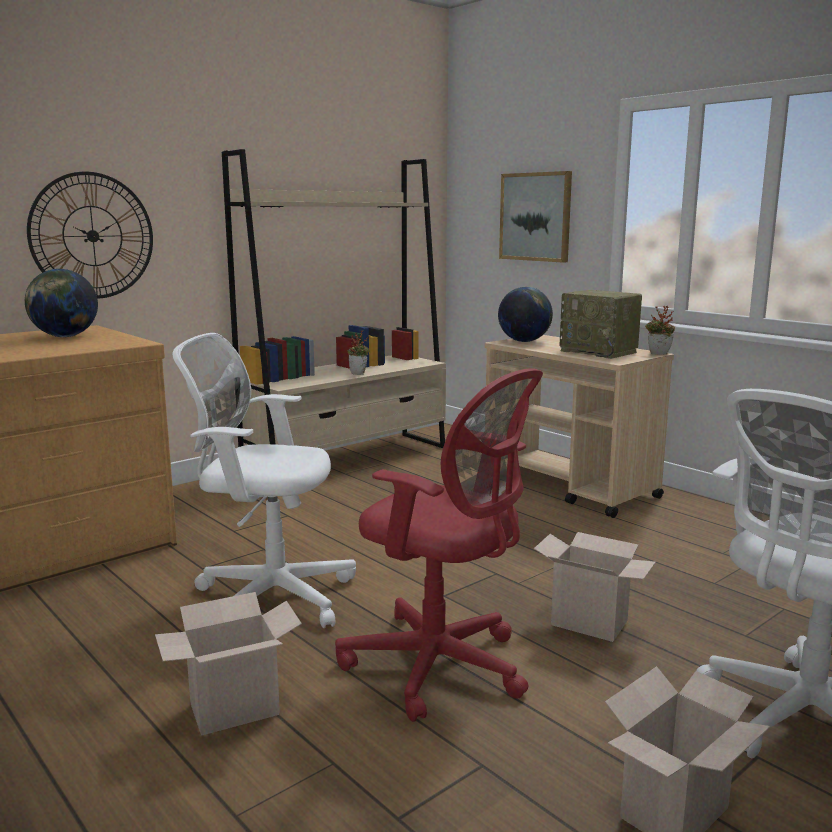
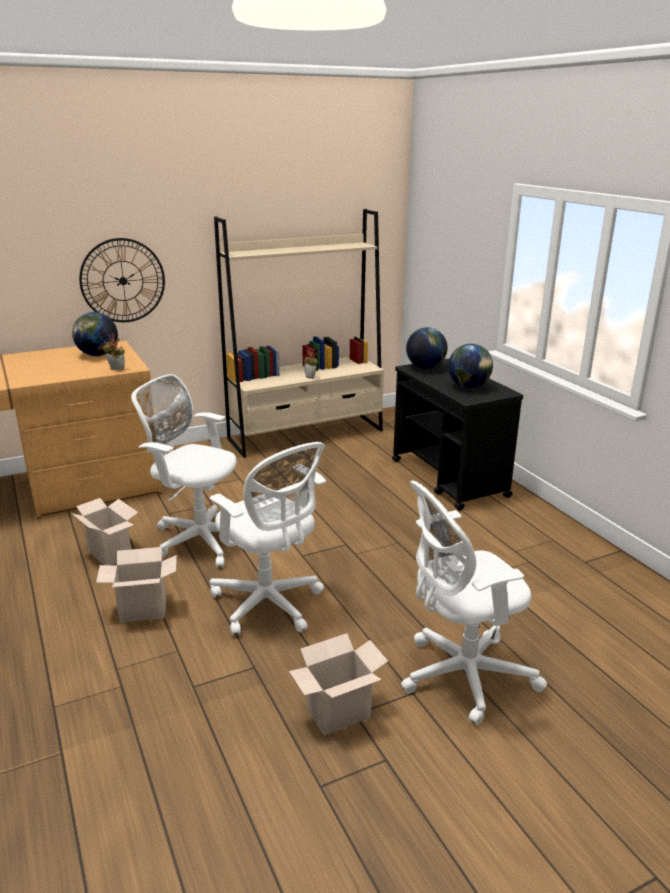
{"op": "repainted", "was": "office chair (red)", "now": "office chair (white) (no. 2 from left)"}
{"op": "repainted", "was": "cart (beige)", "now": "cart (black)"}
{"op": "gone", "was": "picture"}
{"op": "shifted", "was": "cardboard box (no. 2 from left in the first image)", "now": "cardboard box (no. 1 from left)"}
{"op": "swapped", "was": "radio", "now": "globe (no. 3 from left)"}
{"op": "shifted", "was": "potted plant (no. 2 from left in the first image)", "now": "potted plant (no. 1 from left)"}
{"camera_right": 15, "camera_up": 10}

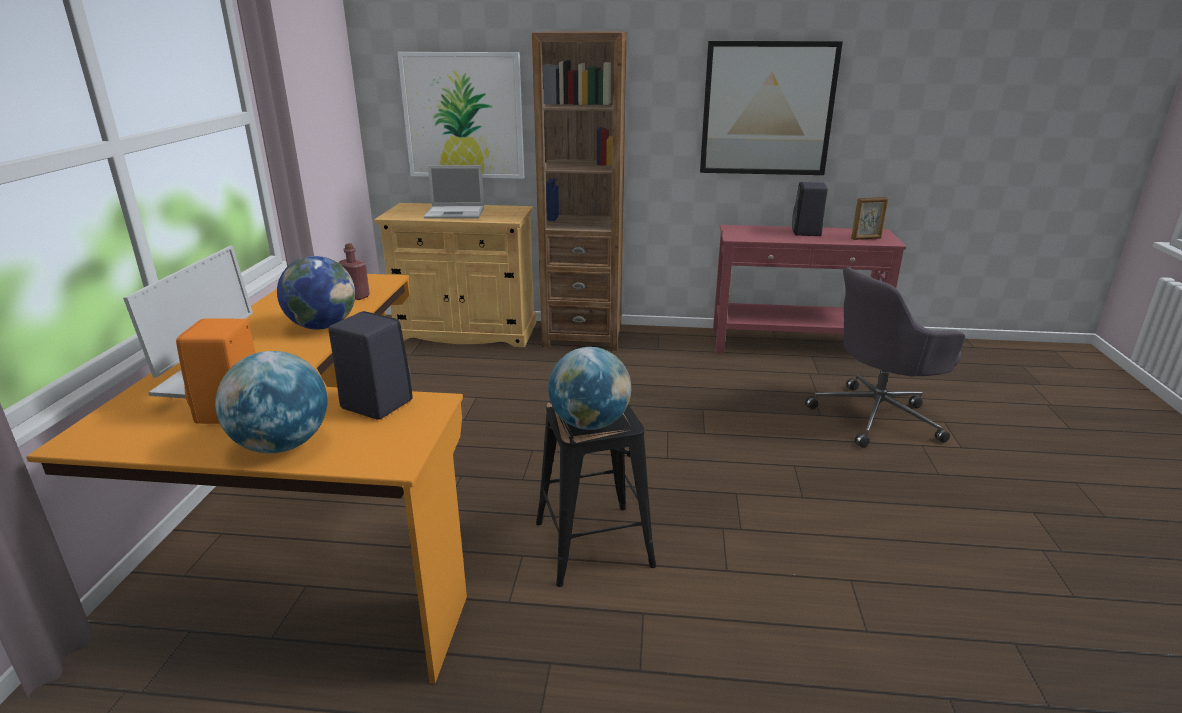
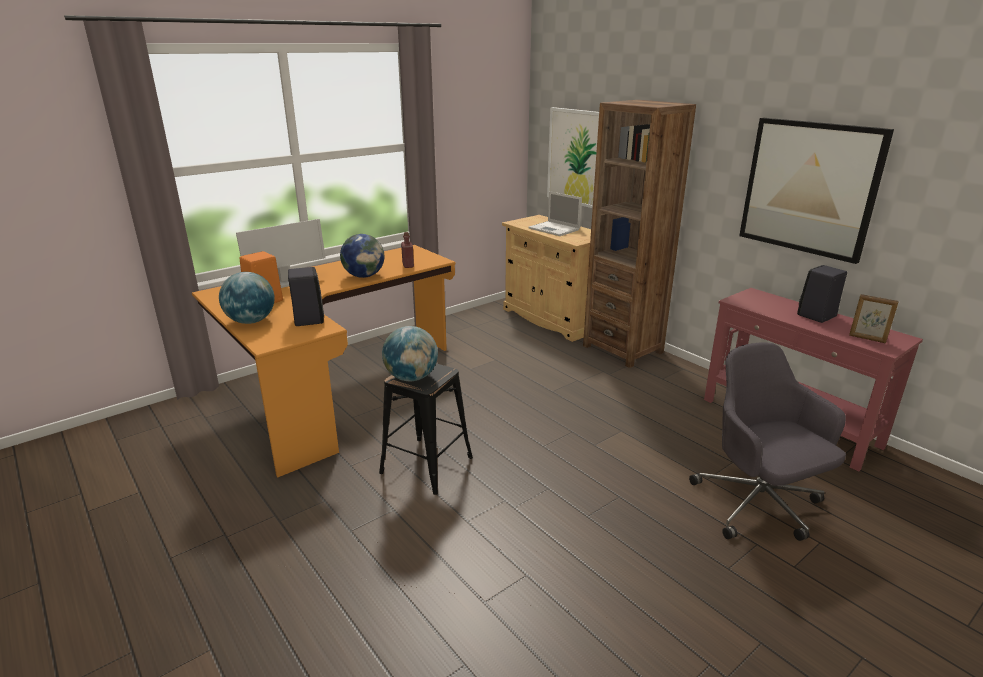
{"op": "rotated", "was": "office chair (grey)", "clockwise": 45}
{"camera_right": 45, "camera_up": 0}

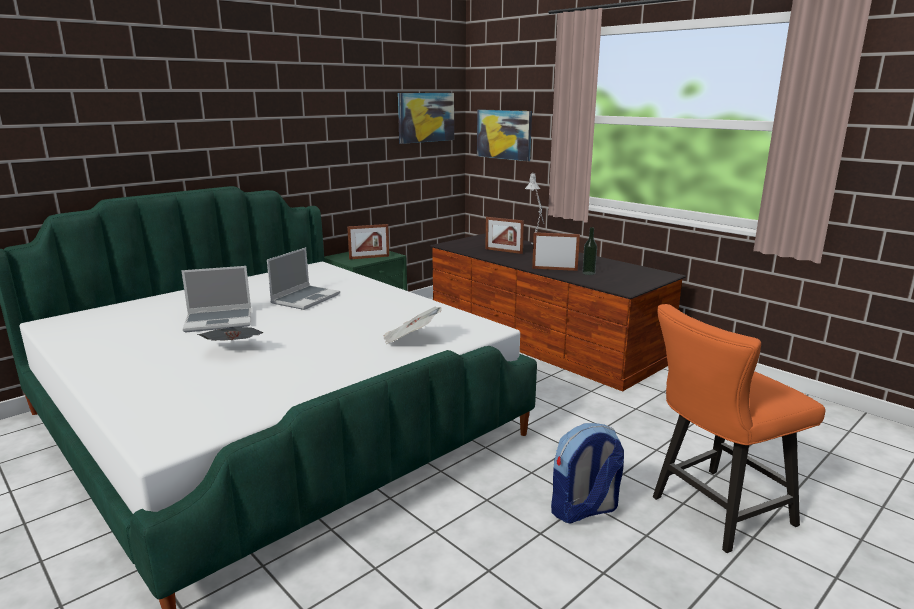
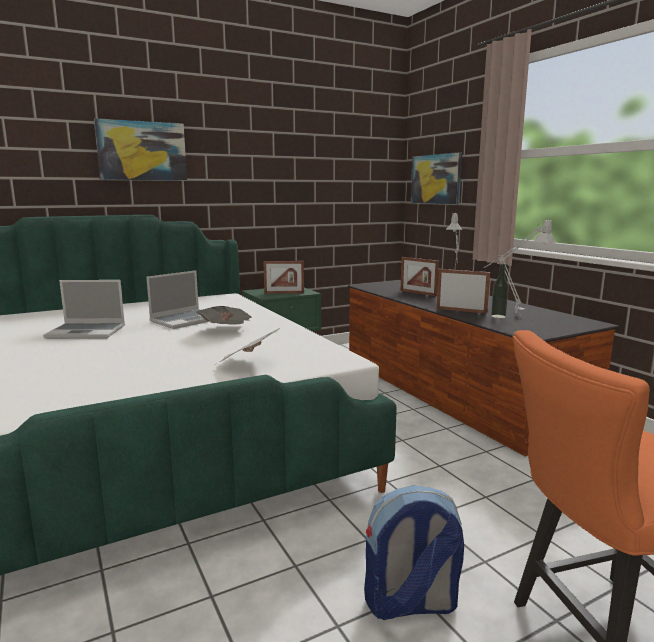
{"op": "shifted", "was": "newspaper (no. 1 from left)"}
{"op": "shifted", "was": "picture (no. 1 from left)"}
{"op": "new", "now": "table lamp (grey) (no. 2 from left)"}
{"camera_right": 15, "camera_up": -5}

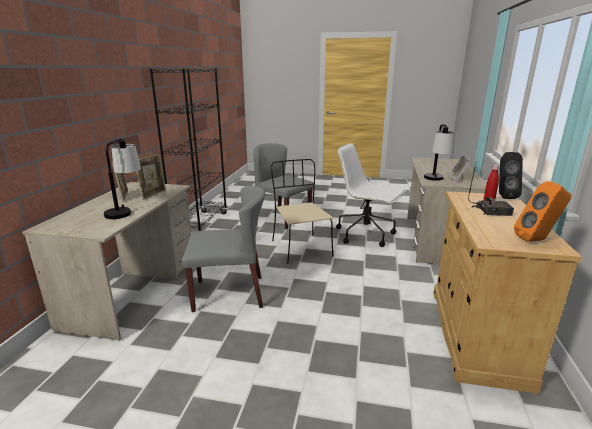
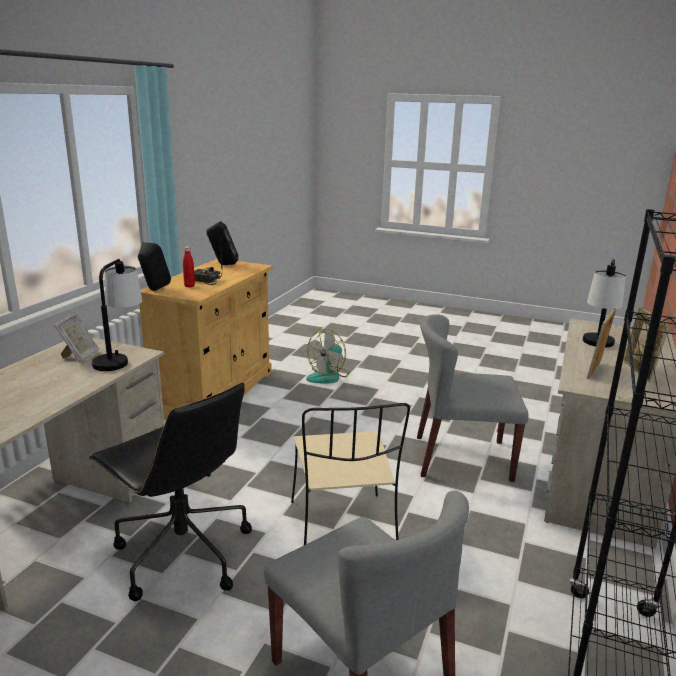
{"op": "repainted", "was": "office chair (white)", "now": "office chair (black)"}
{"op": "repainted", "was": "speaker (orange)", "now": "speaker (black) (no. 2 from left)"}
{"op": "new", "now": "fan"}
{"camera_right": -170, "camera_up": 0}

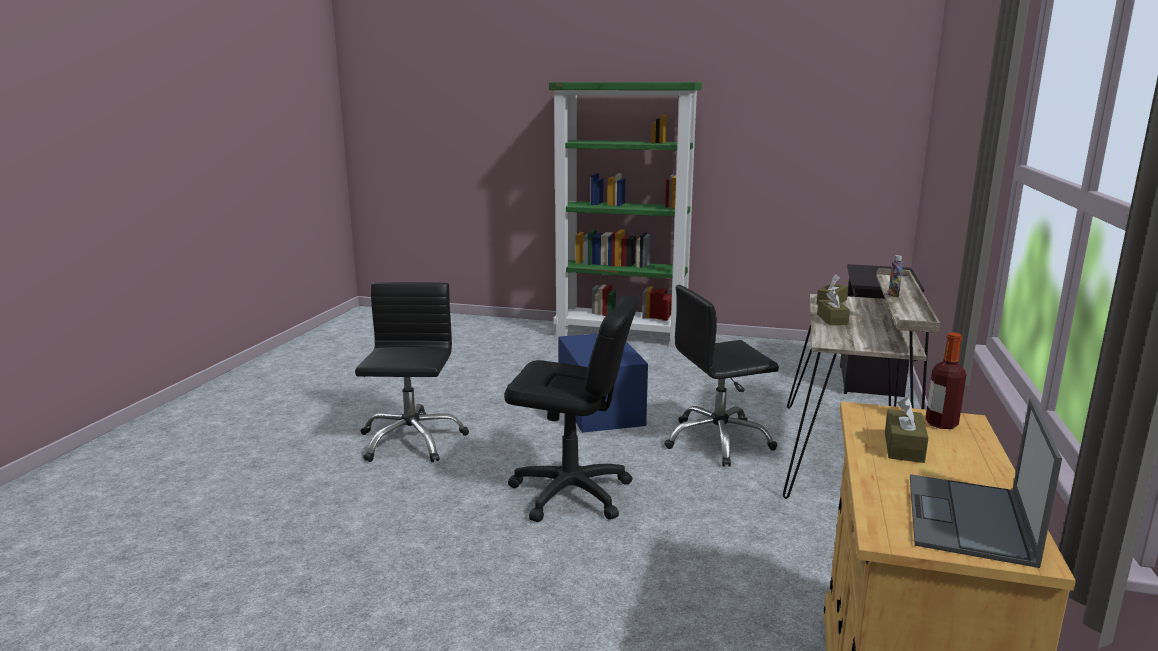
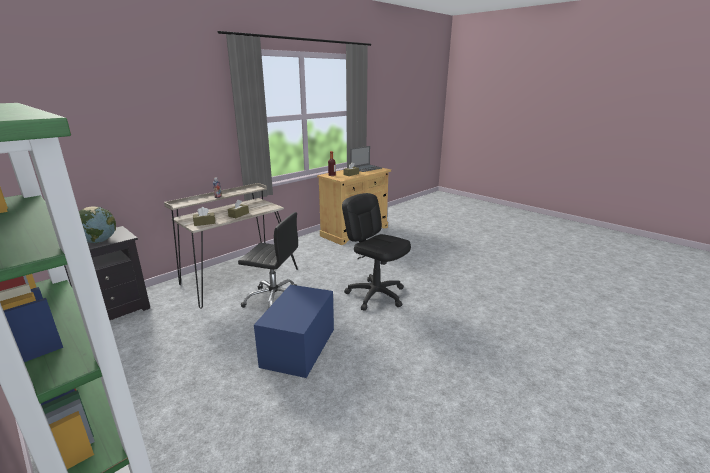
{"op": "gone", "was": "office chair (black) (no. 1 from left)"}
{"op": "new", "now": "globe"}
{"camera_right": -150, "camera_up": 5}

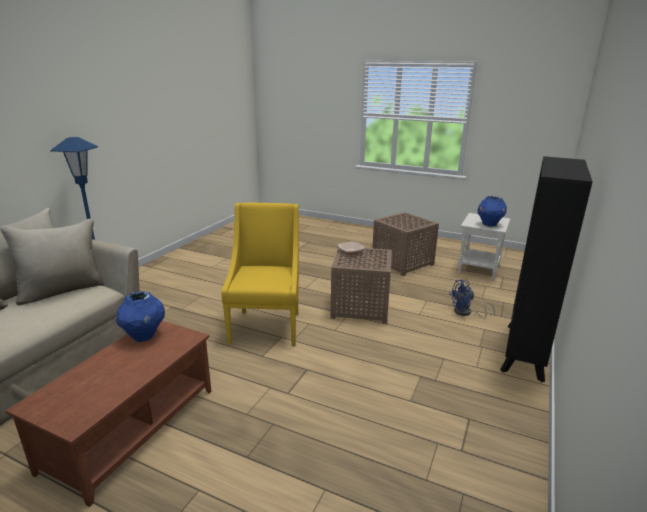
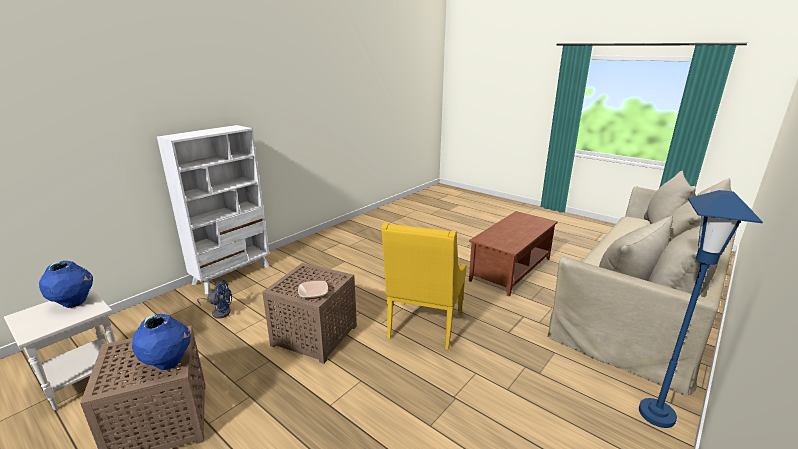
{"op": "shifted", "was": "vase (blue) (no. 1 from left in the first image)", "now": "vase (blue) (no. 2 from left)"}
{"op": "repainted", "was": "bookcase (black)", "now": "bookcase (white)"}
{"camera_right": -165, "camera_up": 0}

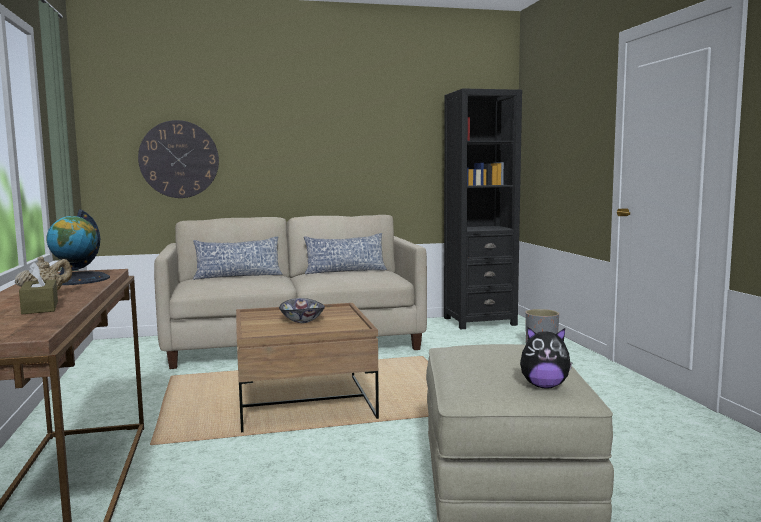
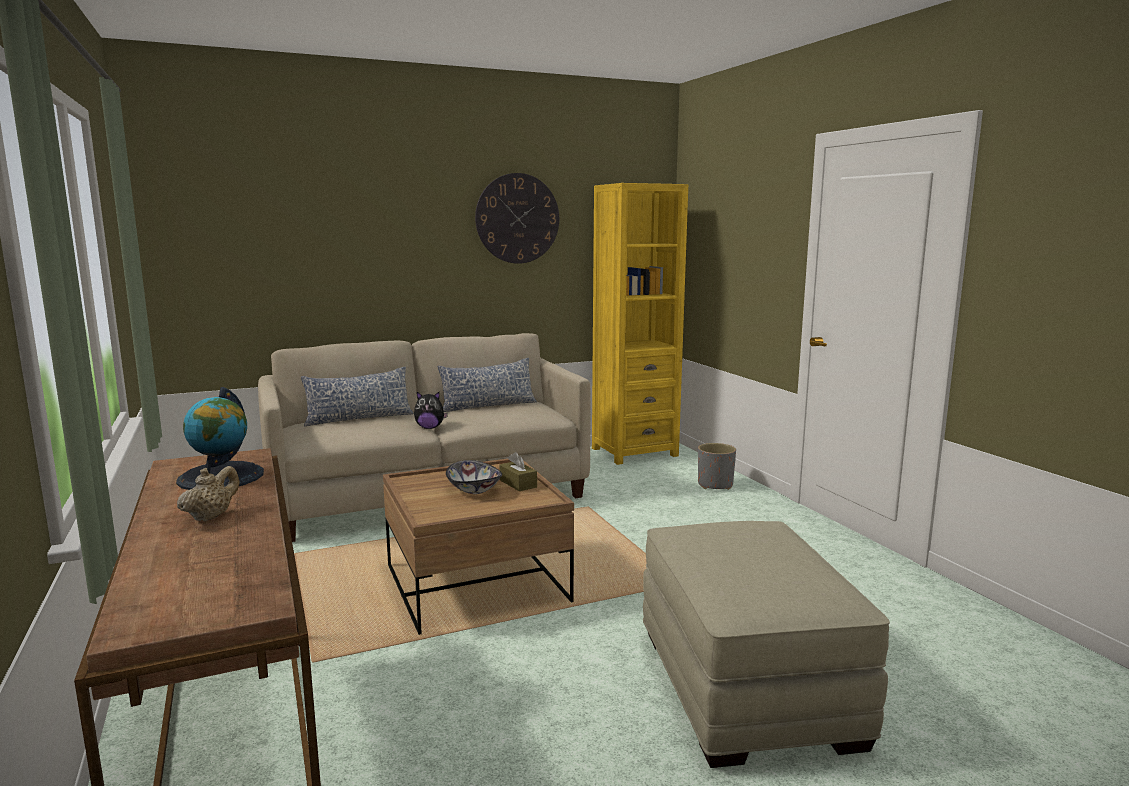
{"op": "shifted", "was": "tissue box (brown)"}
{"op": "shifted", "was": "wall clock"}
{"op": "repainted", "was": "bookcase (black)", "now": "bookcase (yellow)"}
{"op": "shifted", "was": "plush toy"}
{"camera_right": -10, "camera_up": 5}

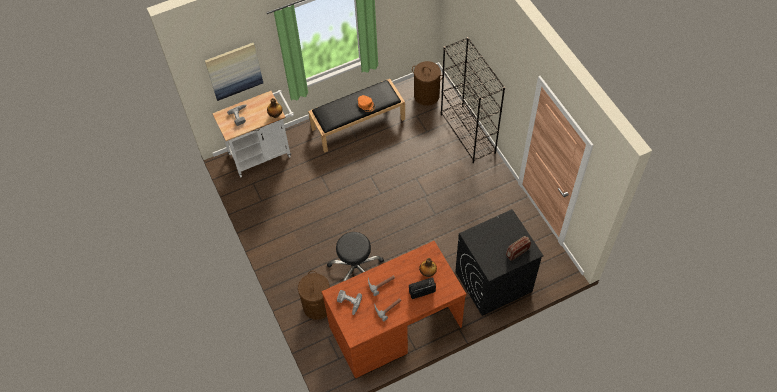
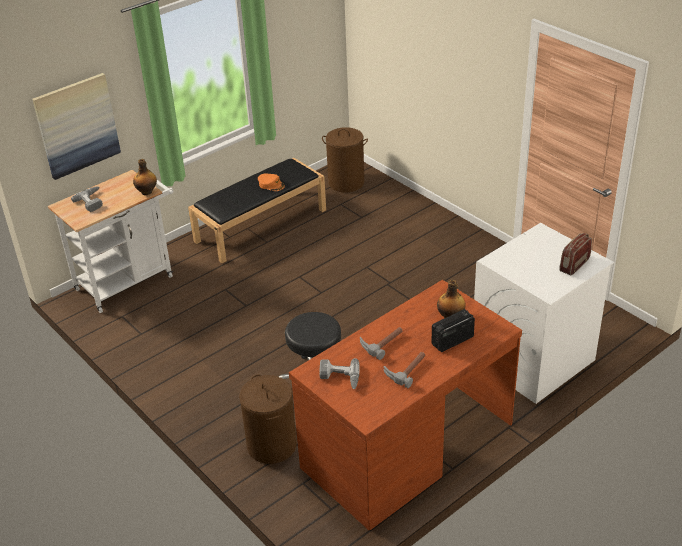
{"op": "gone", "was": "bookcase (black)"}
{"op": "repainted", "was": "washing machine (black)", "now": "washing machine (white)"}
{"camera_right": -15, "camera_up": -20}

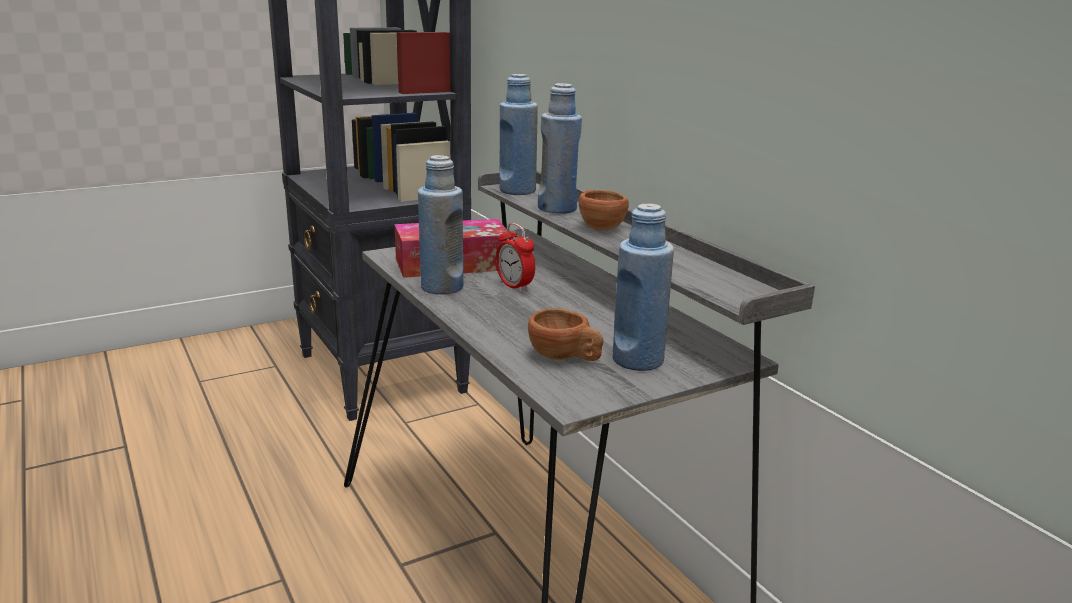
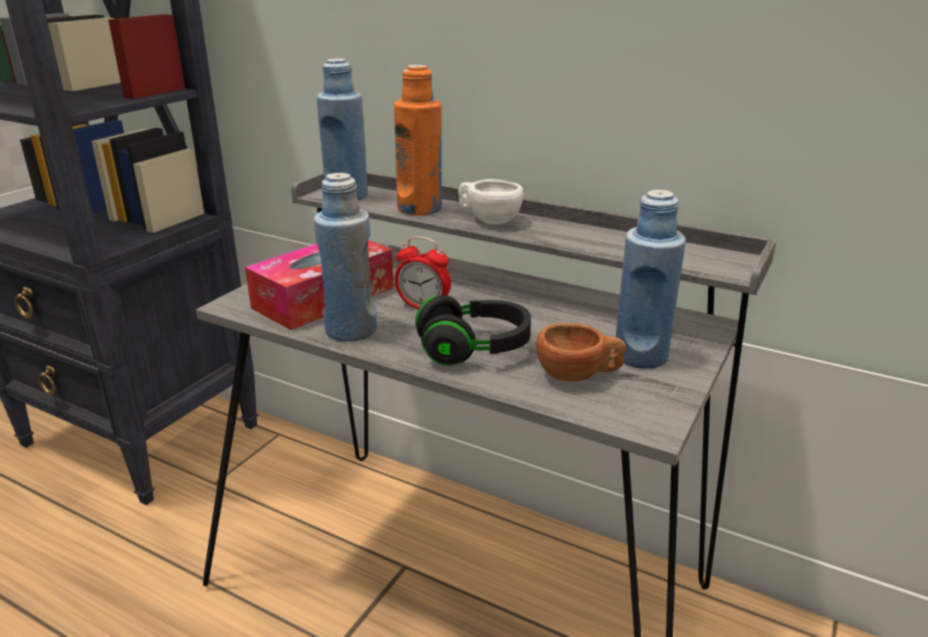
{"op": "repainted", "was": "bottle (blue) (no. 3 from left)", "now": "bottle (orange)"}
{"op": "repainted", "was": "cup (brown) (no. 2 from left)", "now": "cup (white)"}
{"op": "new", "now": "headphones (black)"}
{"camera_right": -30, "camera_up": 5}

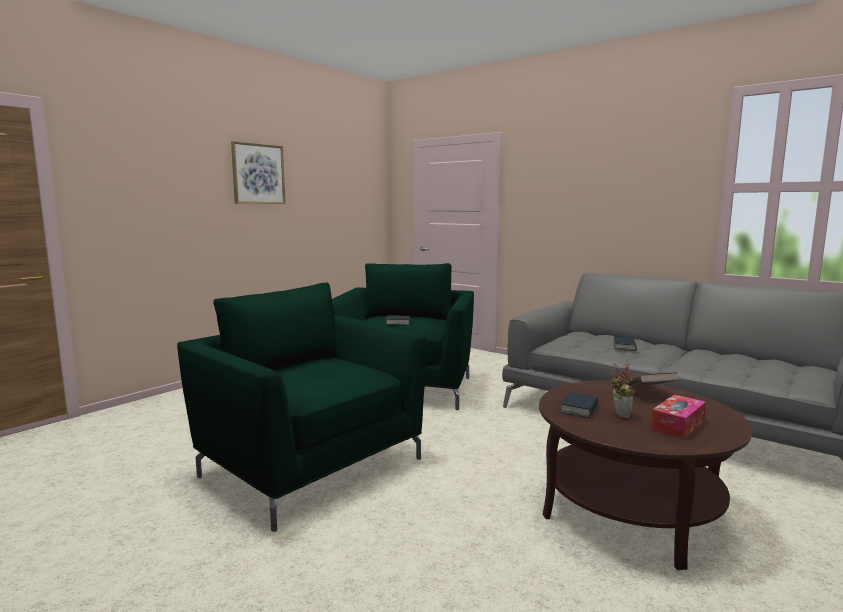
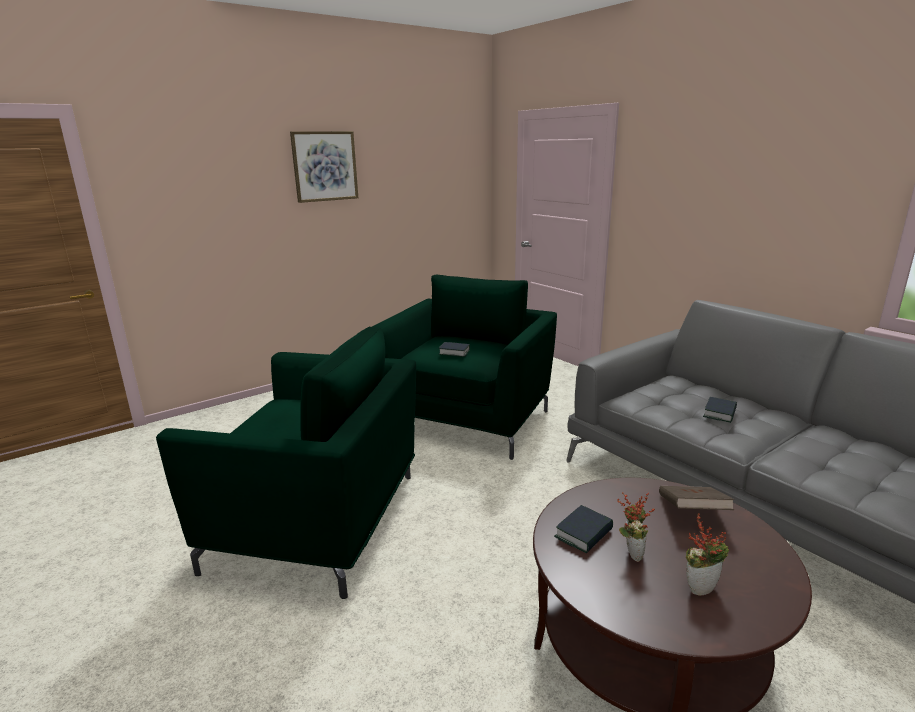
{"op": "rotated", "was": "armchair (green) (no. 1 from left)", "clockwise": 135}
{"op": "swapped", "was": "tissue box", "now": "potted plant (no. 2 from left)"}
{"camera_right": 15, "camera_up": 10}

